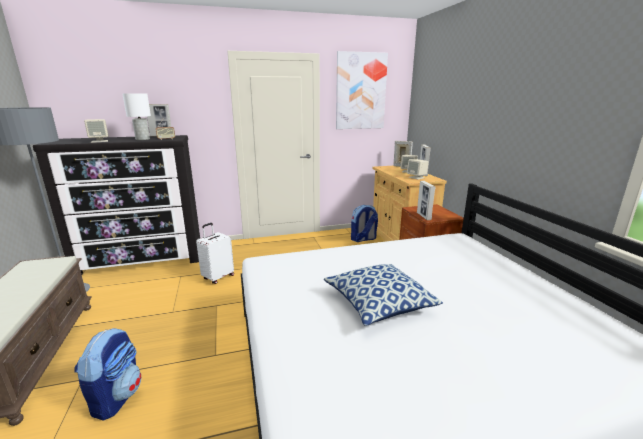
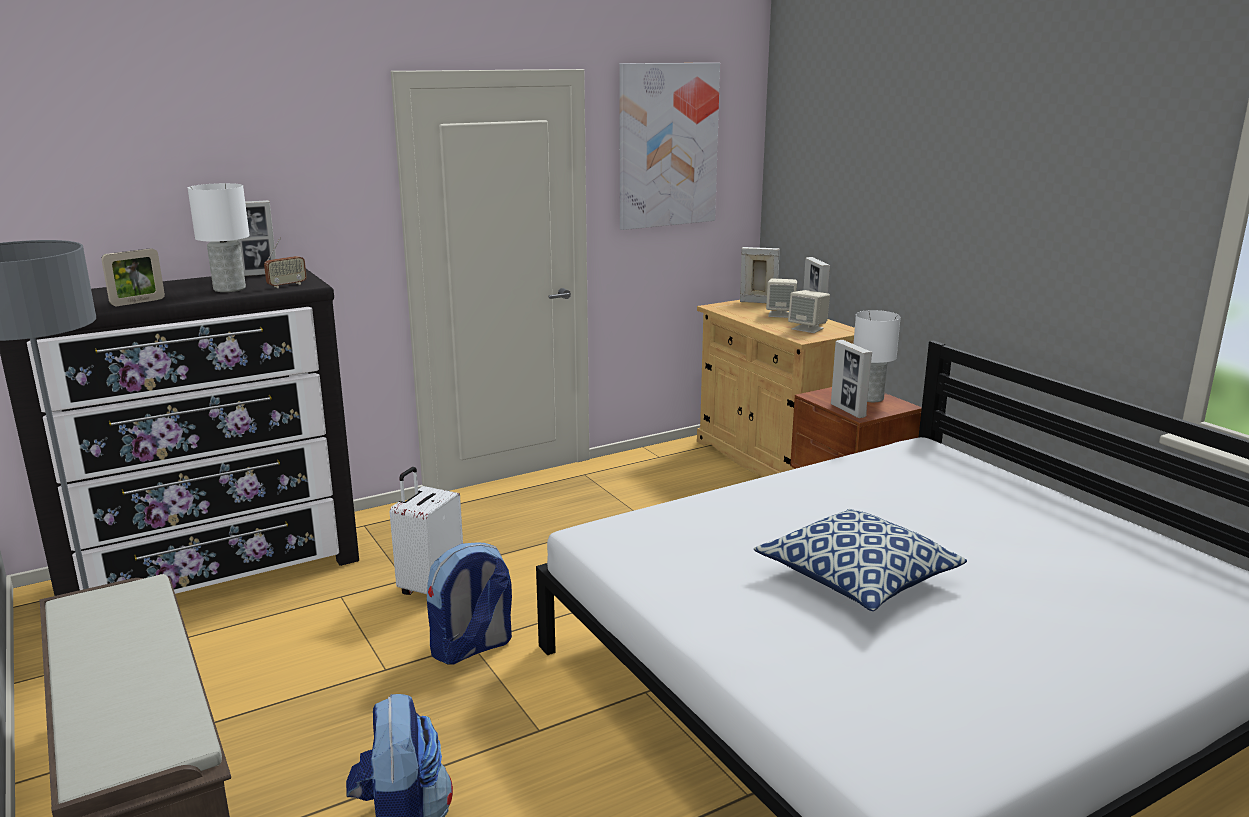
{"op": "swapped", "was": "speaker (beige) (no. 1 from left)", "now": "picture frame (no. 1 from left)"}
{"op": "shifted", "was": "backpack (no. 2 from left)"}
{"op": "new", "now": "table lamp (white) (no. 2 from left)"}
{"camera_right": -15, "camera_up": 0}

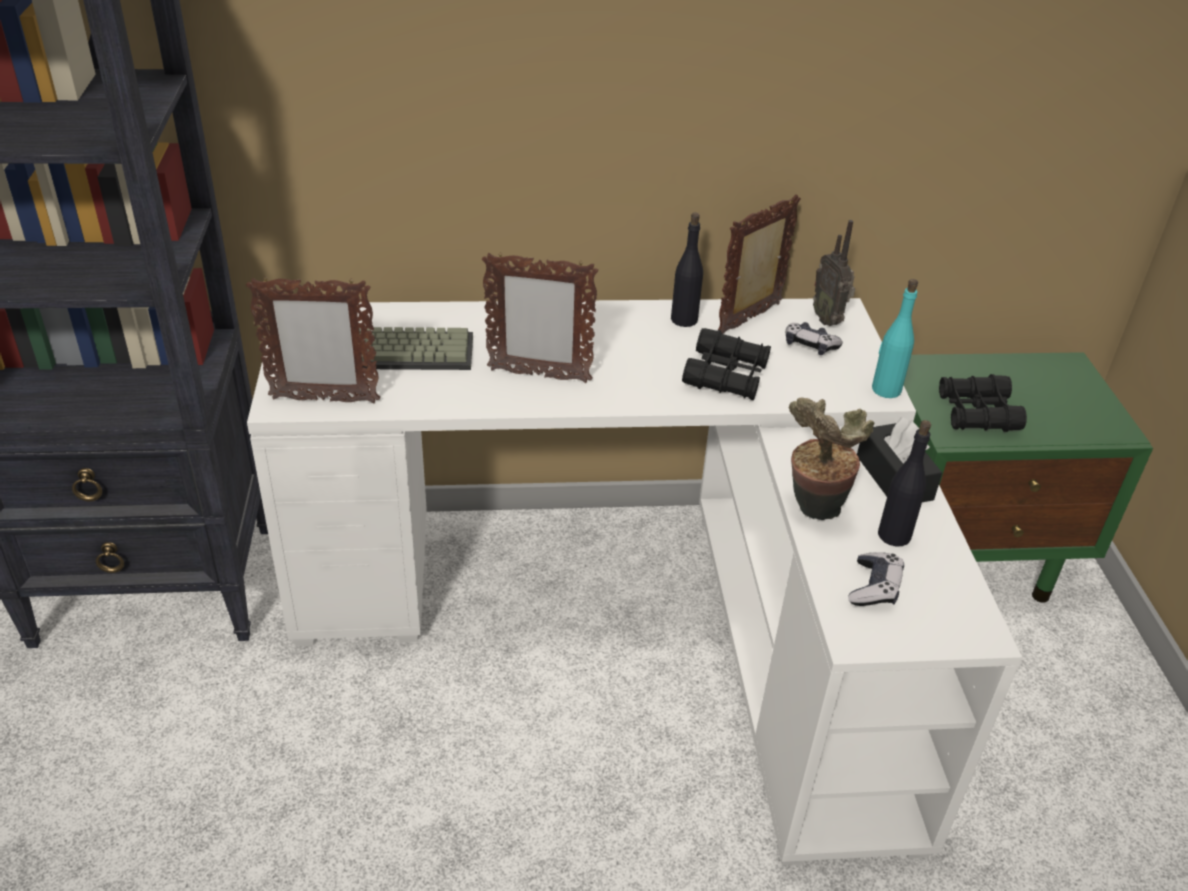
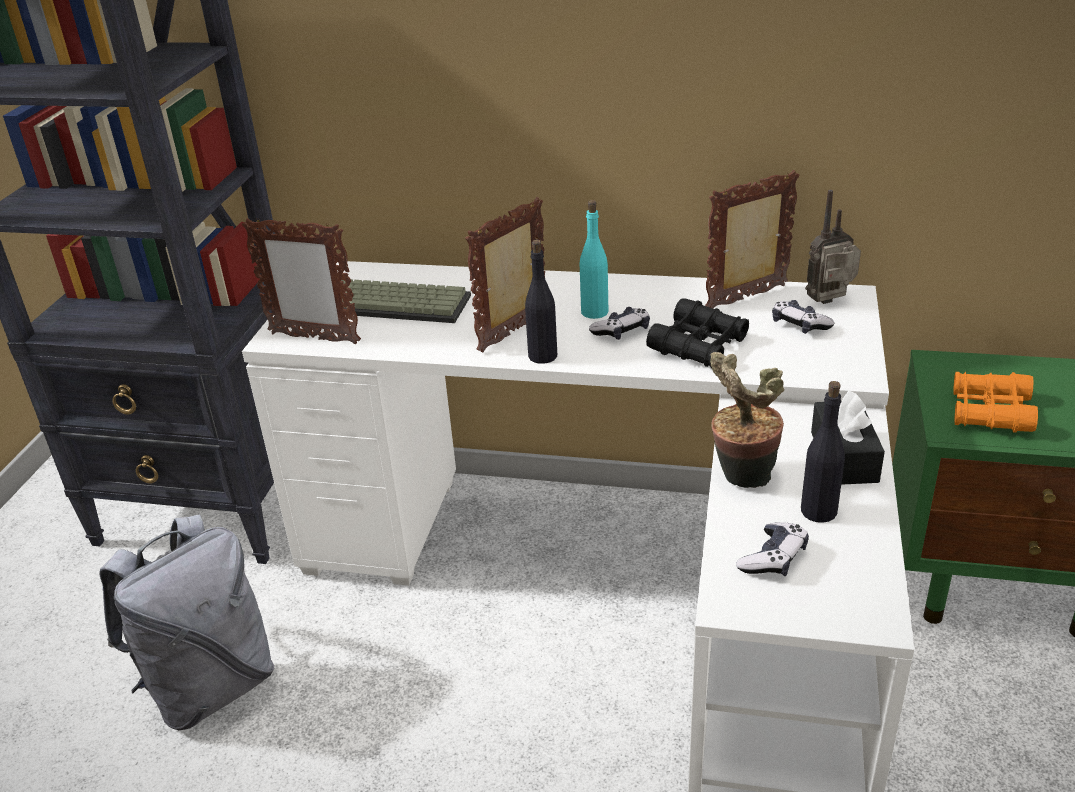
{"op": "rotated", "was": "picture frame (no. 2 from left)", "clockwise": 105}
{"op": "shifted", "was": "bottle (black) (no. 1 from left)"}
{"op": "rotated", "was": "radio", "clockwise": 75}
{"op": "shifted", "was": "bottle (turquoise)"}
{"op": "repainted", "was": "binoculars (black) (no. 2 from left)", "now": "binoculars (orange)"}
{"op": "new", "now": "backpack (grey)"}
{"op": "new", "now": "game controller (no. 1 from left)"}
{"camera_right": 20, "camera_up": -5}

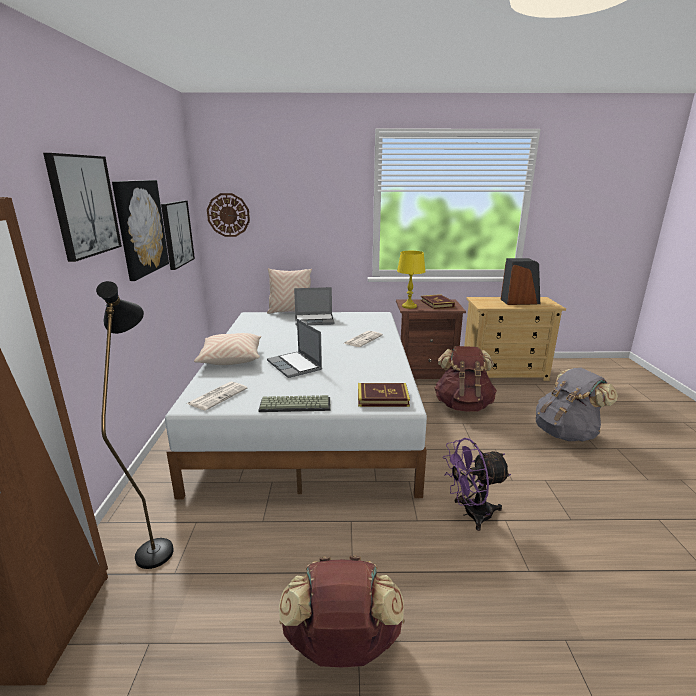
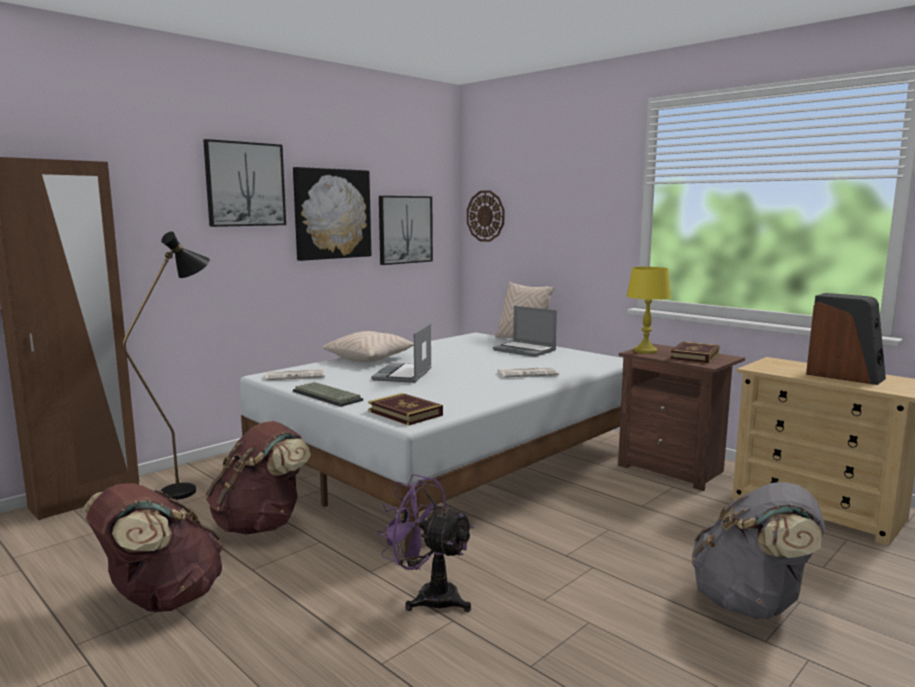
{"op": "shifted", "was": "backpack (brown) (no. 2 from left)"}
{"camera_right": 45, "camera_up": -10}

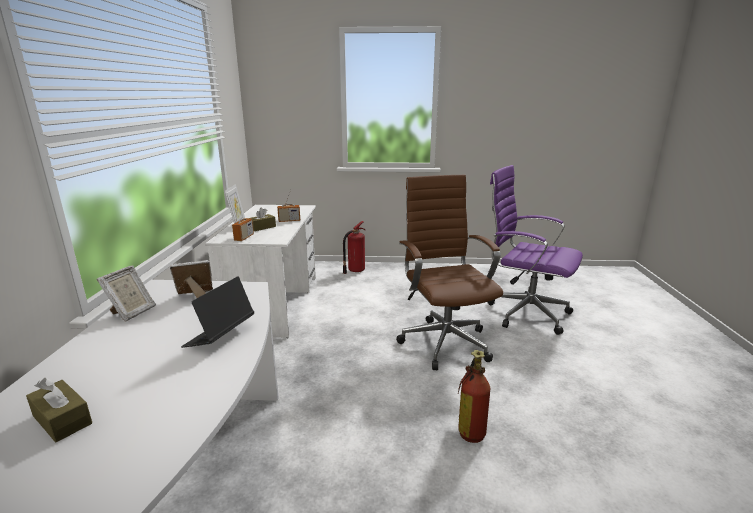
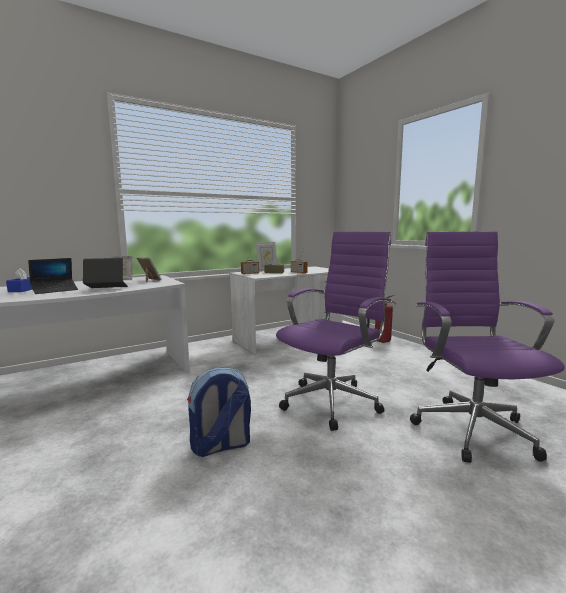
{"op": "repainted", "was": "tissue box (brown) (no. 1 from left)", "now": "tissue box (blue)"}
{"op": "repainted", "was": "office chair (brown)", "now": "office chair (purple) (no. 1 from left)"}
{"op": "swapped", "was": "fire extinguisher (no. 2 from left)", "now": "backpack"}
{"op": "new", "now": "laptop (no. 1 from left)"}
{"camera_right": 55, "camera_up": -10}

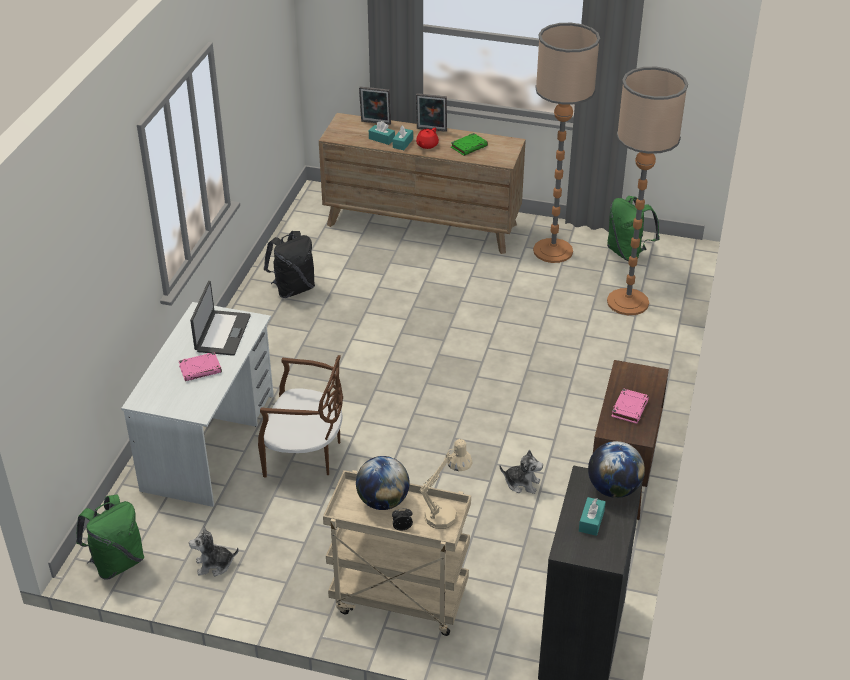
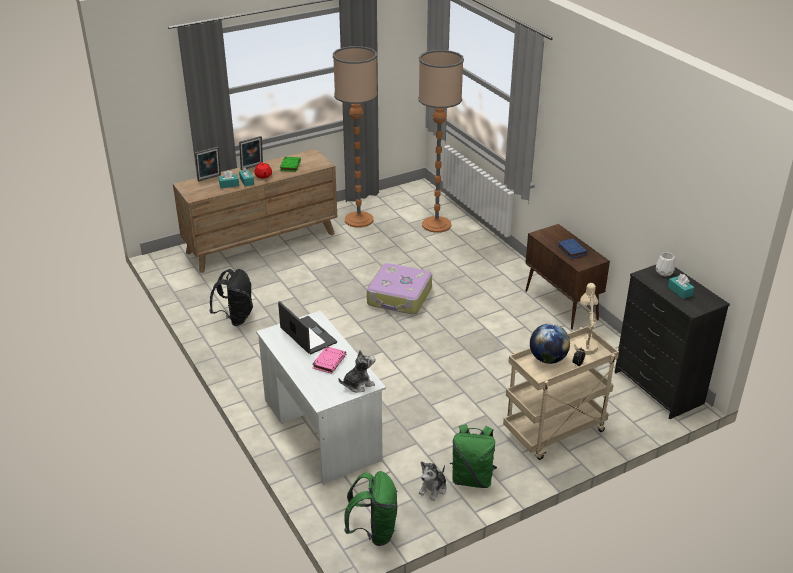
{"op": "gone", "was": "chair (brown)"}
{"op": "shifted", "was": "plush toy (no. 2 from left in the first image)", "now": "plush toy (no. 1 from left)"}
{"op": "swapped", "was": "globe (no. 2 from left)", "now": "vase (white)"}
{"op": "shifted", "was": "backpack (green) (no. 2 from left)"}
{"op": "repainted", "was": "book (pink) (no. 2 from left)", "now": "book (blue)"}
{"op": "new", "now": "suitcase"}
{"camera_right": -45, "camera_up": -5}

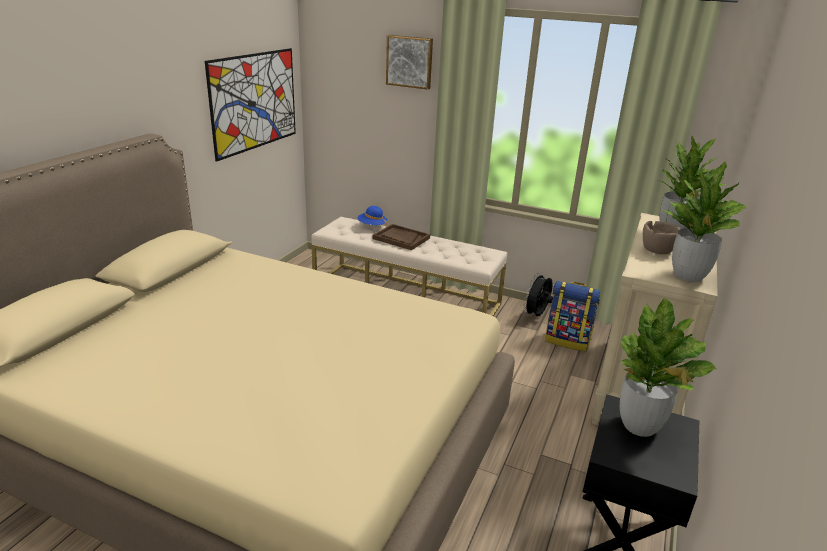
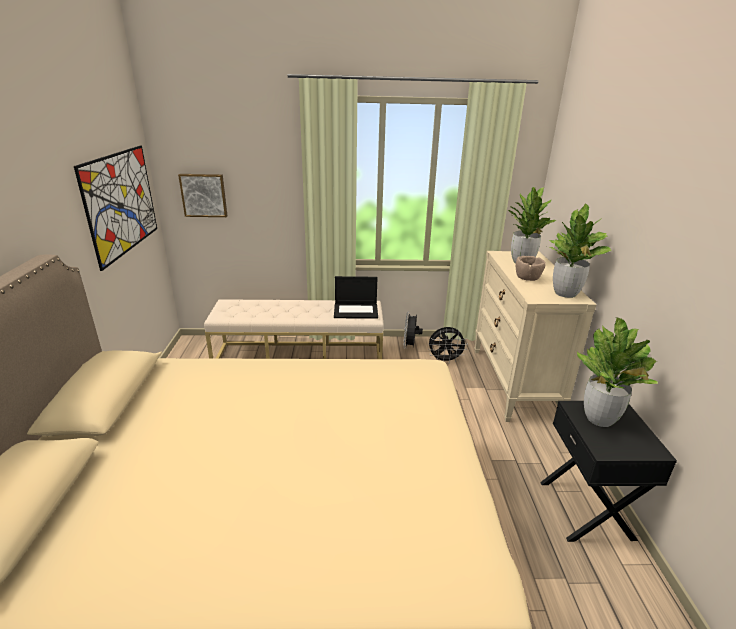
{"op": "gone", "was": "hat (blue)"}
{"op": "gone", "was": "tray (brown)"}
{"op": "shifted", "was": "picture (no. 2 from left)"}
{"op": "swapped", "was": "backpack", "now": "fan (black) (no. 2 from left)"}
{"op": "new", "now": "laptop"}
{"camera_right": -25, "camera_up": 0}

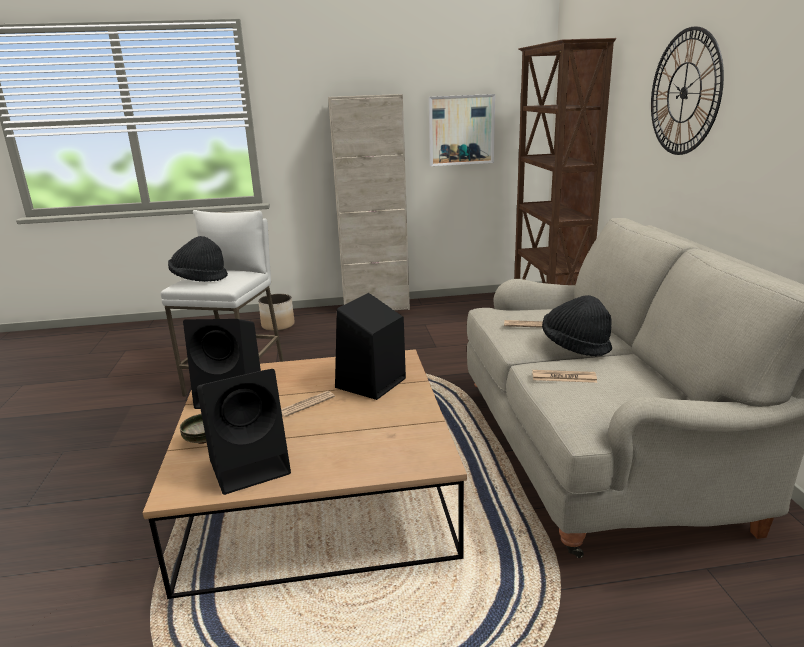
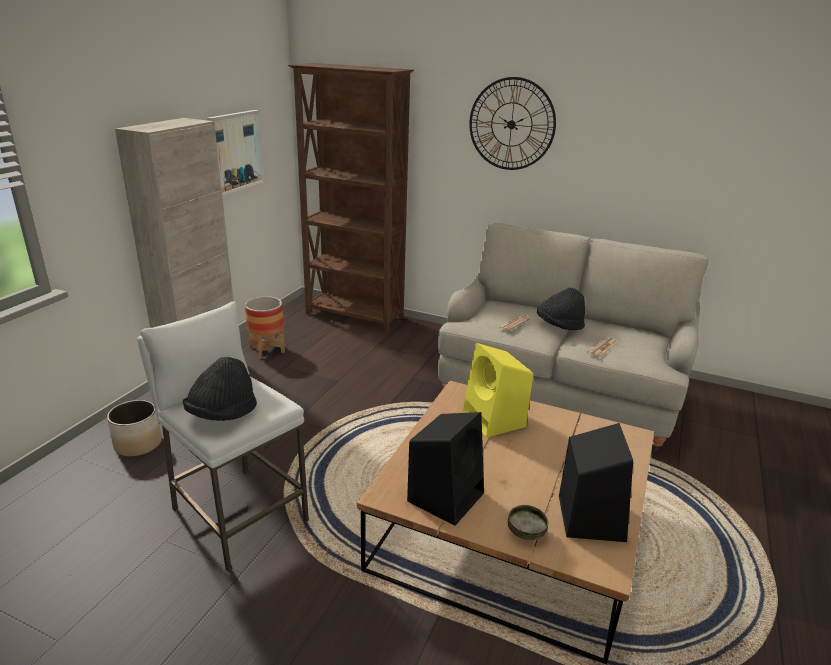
{"op": "gone", "was": "newspaper (no. 1 from left)"}
{"op": "repainted", "was": "speaker (black) (no. 3 from left)", "now": "speaker (yellow)"}
{"op": "new", "now": "planter (no. 2 from left)"}
{"camera_right": -60, "camera_up": 5}

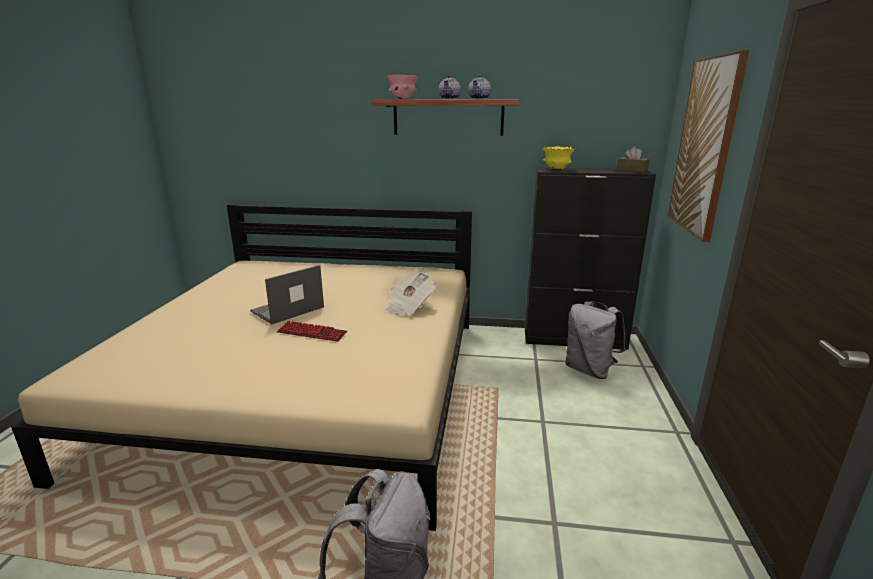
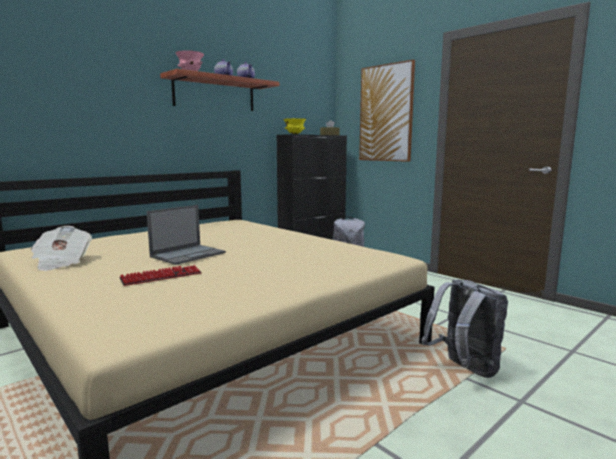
{"op": "rotated", "was": "laptop", "clockwise": -135}
{"op": "shifted", "was": "keyboard"}
{"op": "shifted", "was": "newspaper"}
{"camera_right": -50, "camera_up": -10}

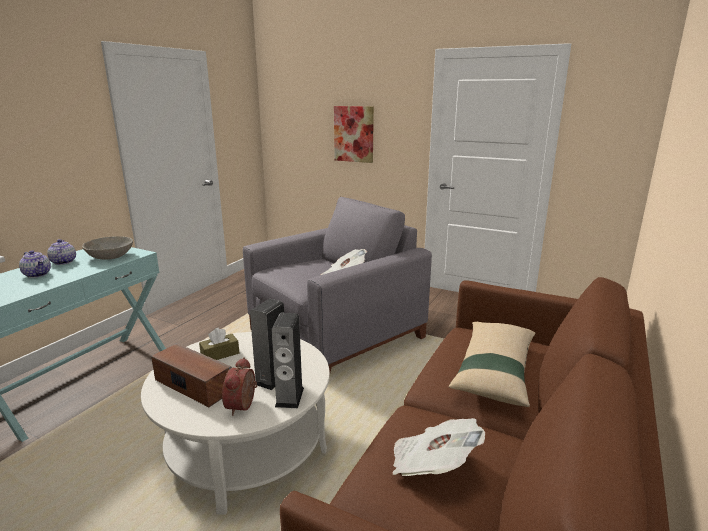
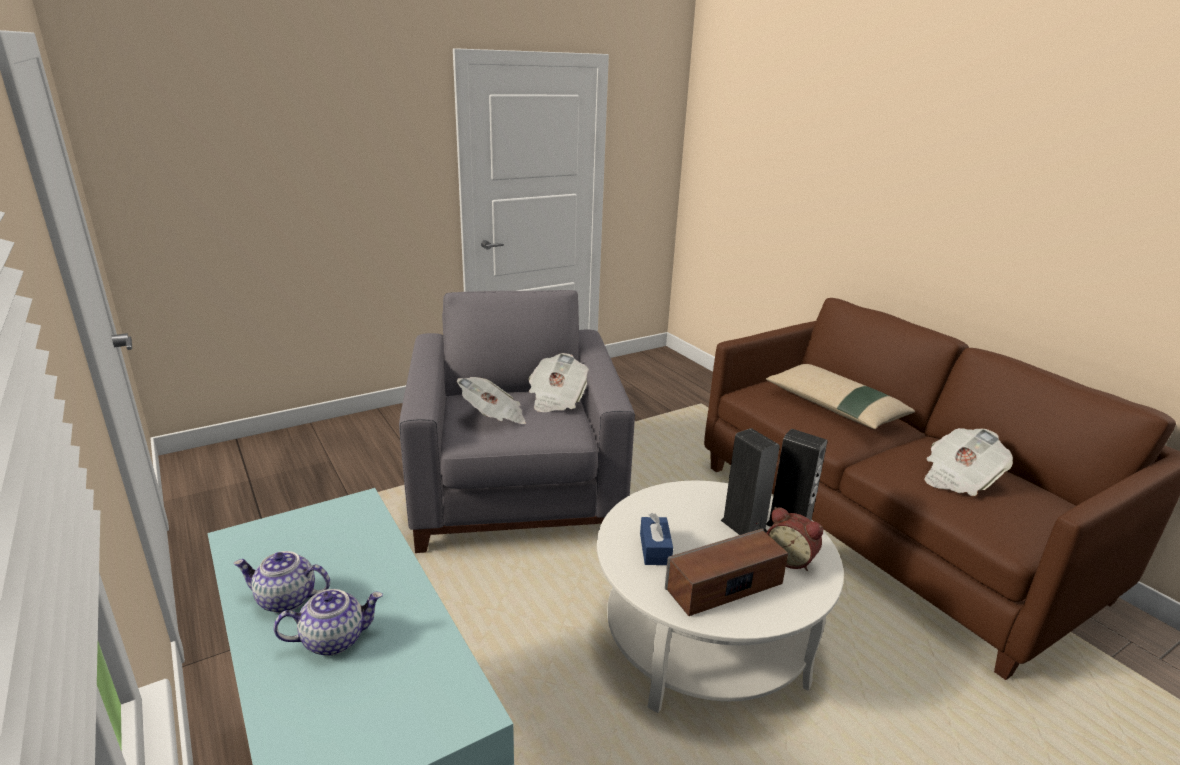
{"op": "gone", "was": "bowl (grey)"}
{"op": "repainted", "was": "tissue box (brown)", "now": "tissue box (blue)"}
{"op": "gone", "was": "picture"}
{"op": "new", "now": "newspaper (no. 1 from left)"}
{"camera_right": -60, "camera_up": 5}

